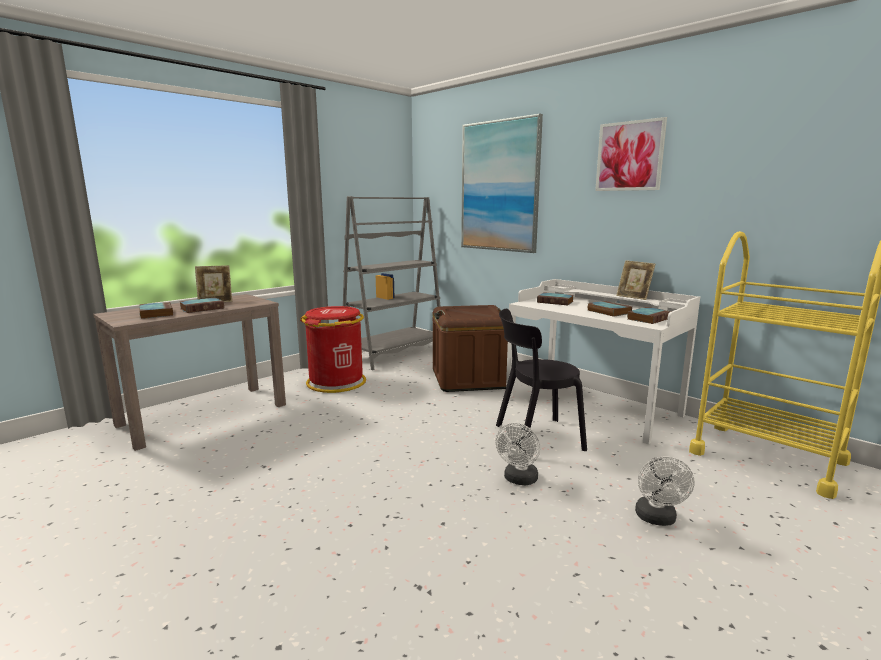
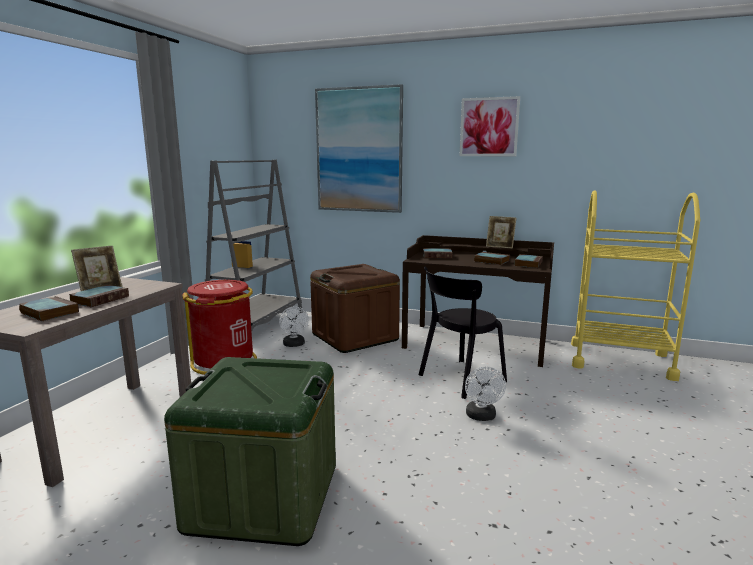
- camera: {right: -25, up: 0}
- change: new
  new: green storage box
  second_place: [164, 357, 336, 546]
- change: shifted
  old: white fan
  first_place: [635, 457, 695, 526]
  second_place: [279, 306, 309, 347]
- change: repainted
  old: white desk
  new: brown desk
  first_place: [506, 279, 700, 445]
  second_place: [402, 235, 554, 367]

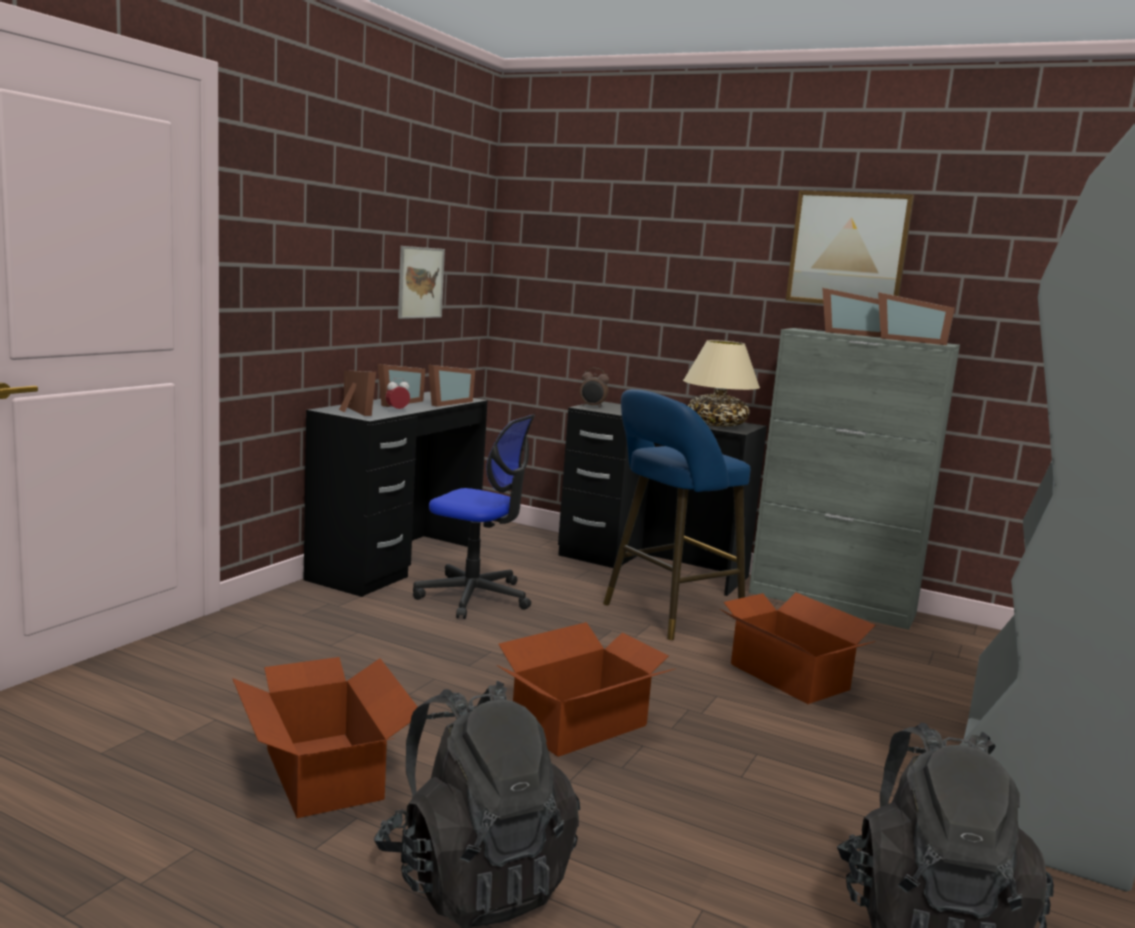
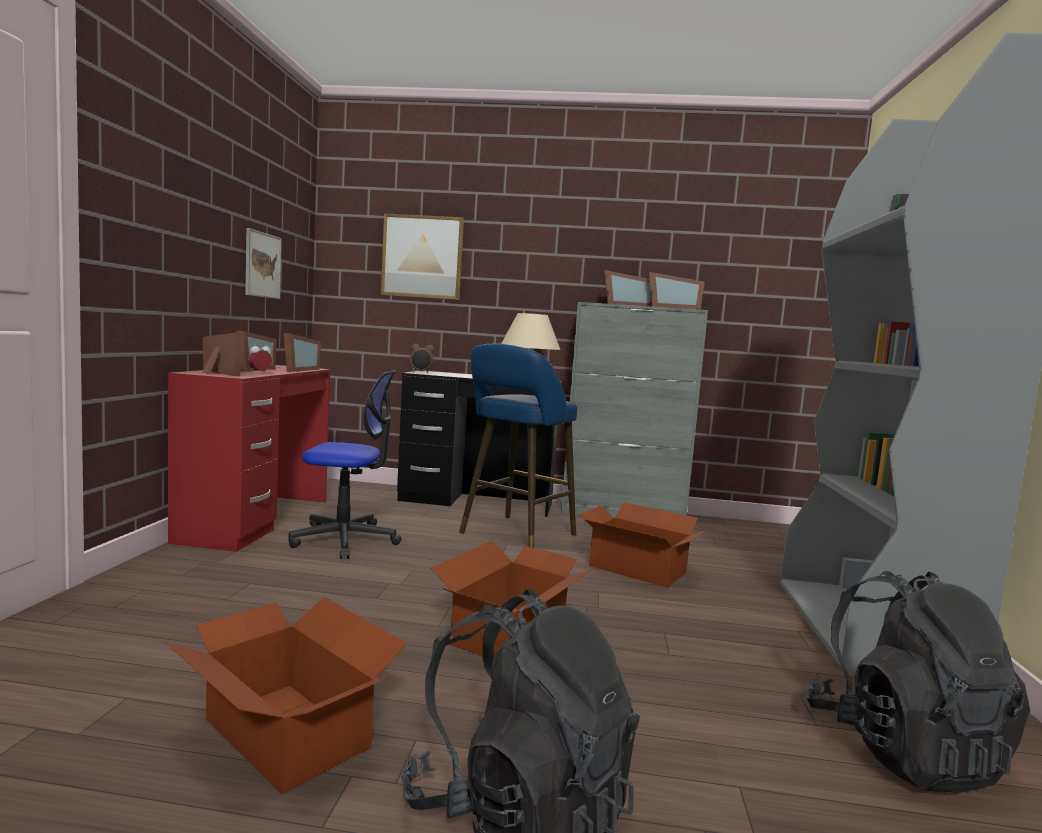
- camera: {right: -20, up: -5}
- change: shifted
  old: picture
  first_place: [786, 191, 914, 304]
  second_place: [381, 213, 464, 300]
- change: repainted
  old: black desk
  new: red desk
  first_place: [304, 391, 488, 597]
  second_place: [168, 365, 330, 552]

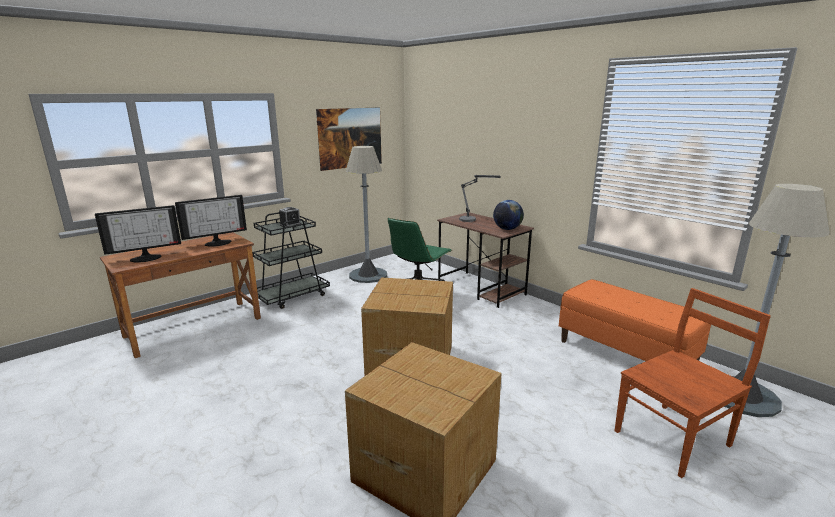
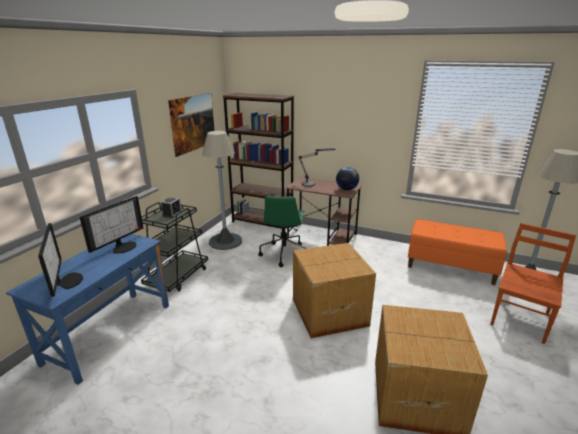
- camera: {right: -25, up: 5}
- change: new
  new: brown bookcase
  second_place: [223, 93, 294, 231]
- change: repainted
  old: brown desk
  new: blue desk
  first_place: [100, 232, 261, 358]
  second_place: [6, 234, 169, 385]
- change: rotated
  old: monitor
  first_place: [95, 205, 181, 263]
  second_place: [38, 223, 83, 297]
  degrees: -60

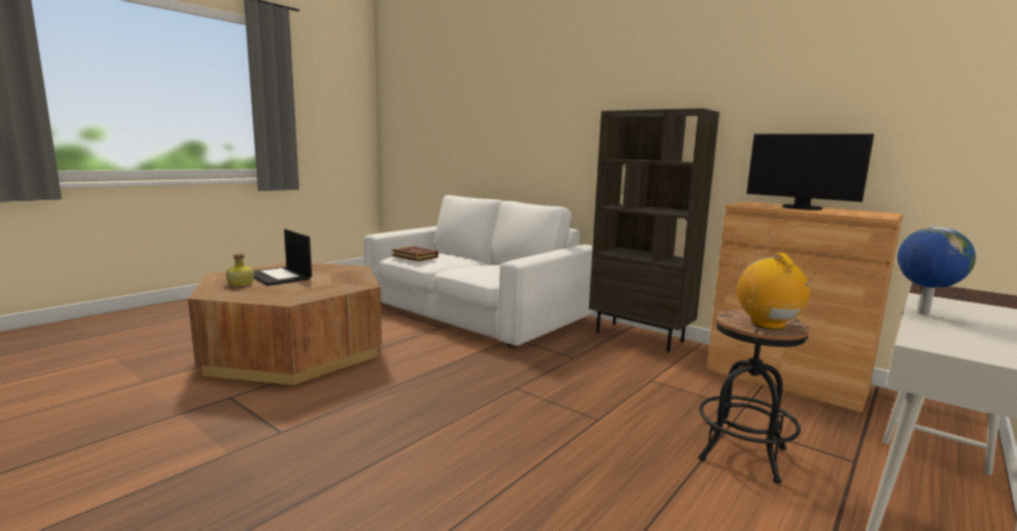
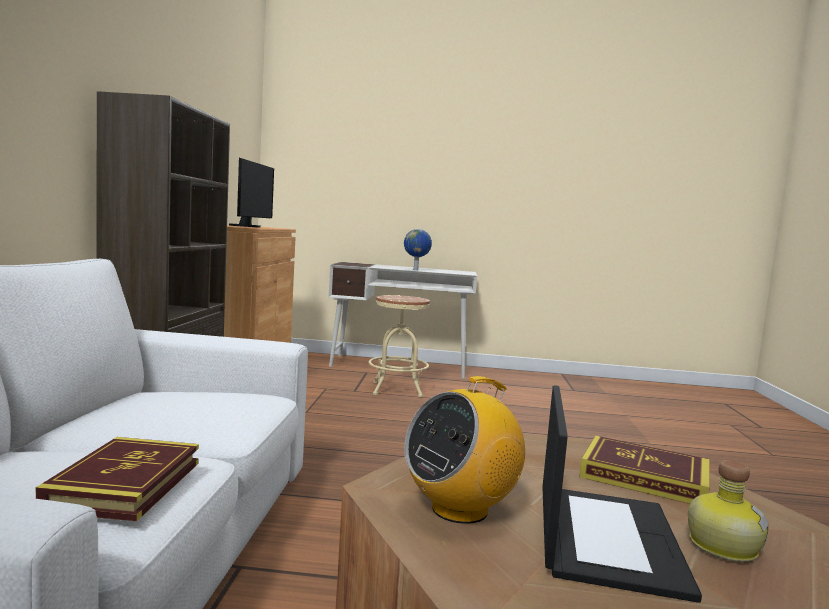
- camera: {right: -125, up: -5}
- change: new
  new: book
  second_place: [580, 436, 710, 504]
- change: shifted
  old: radio
  first_place: [737, 252, 816, 330]
  second_place: [404, 376, 525, 524]
- change: repainted
  old: black stool
  new: beige stool
  first_place: [698, 309, 810, 484]
  second_place: [369, 295, 430, 397]

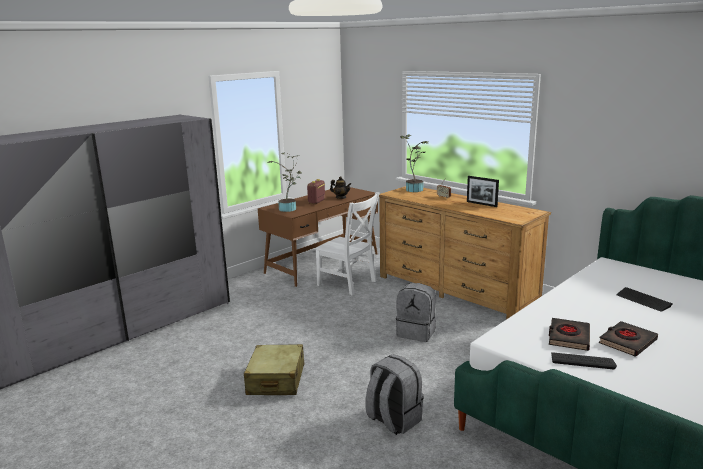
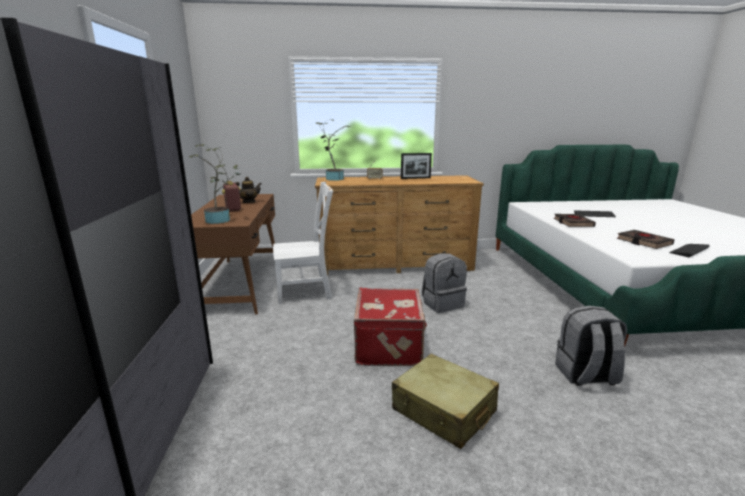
- camera: {right: -50, up: 0}
- change: new
  new: red suitcase
  second_place: [354, 288, 427, 366]
- change: shifted
  old: black book
  first_place: [598, 321, 658, 357]
  second_place: [554, 214, 596, 227]

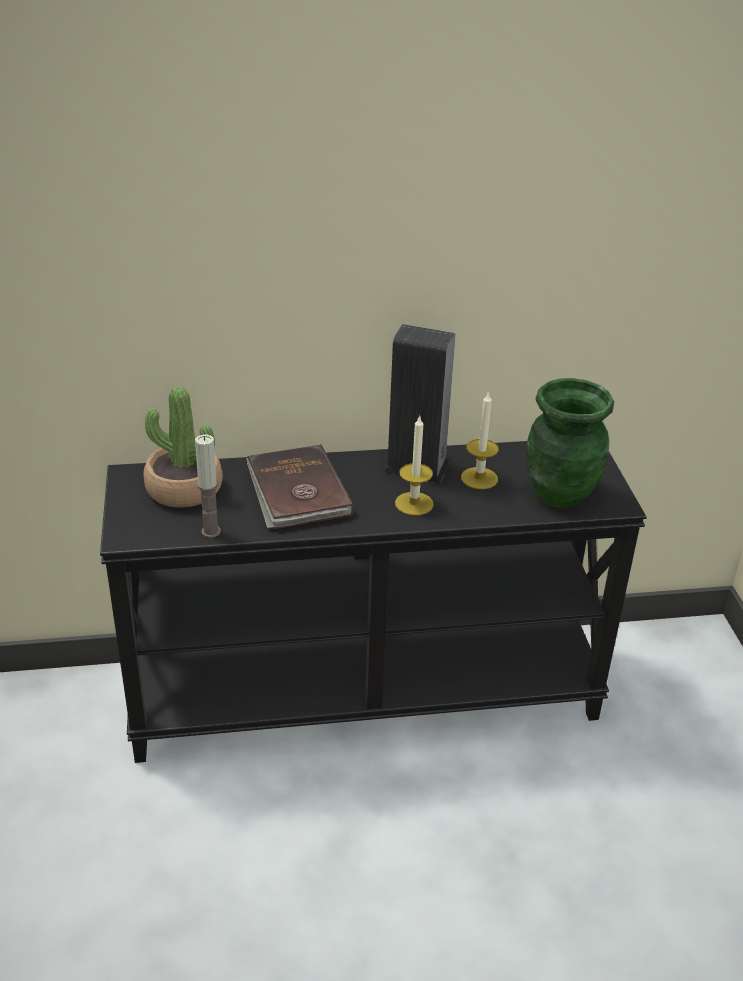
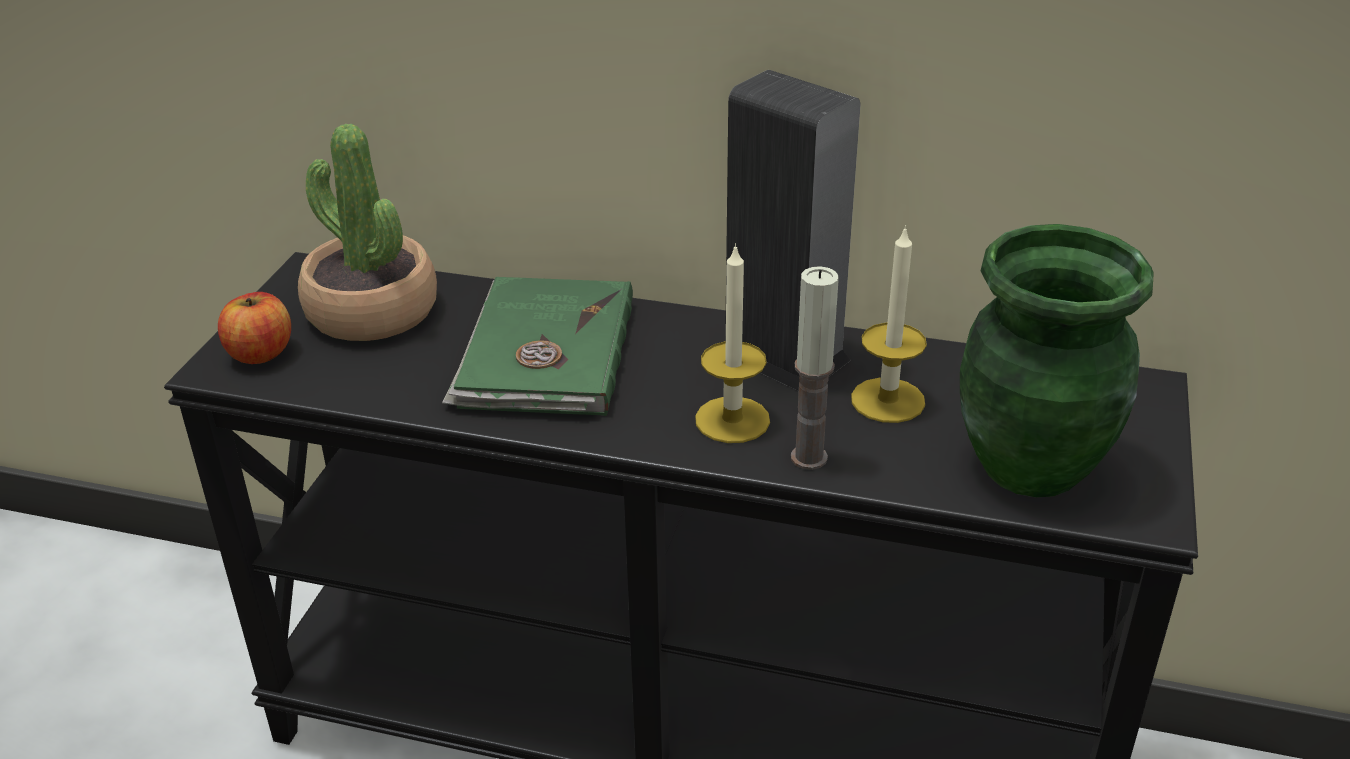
- camera: {right: 25, up: 0}
- change: new
  new: apple
  second_place: [218, 292, 291, 364]
- change: shifted
  old: candle
  first_place: [195, 435, 221, 538]
  second_place: [791, 266, 839, 470]
- change: repainted
  old: brown book
  new: green book
  first_place: [246, 444, 354, 529]
  second_place: [442, 277, 633, 416]

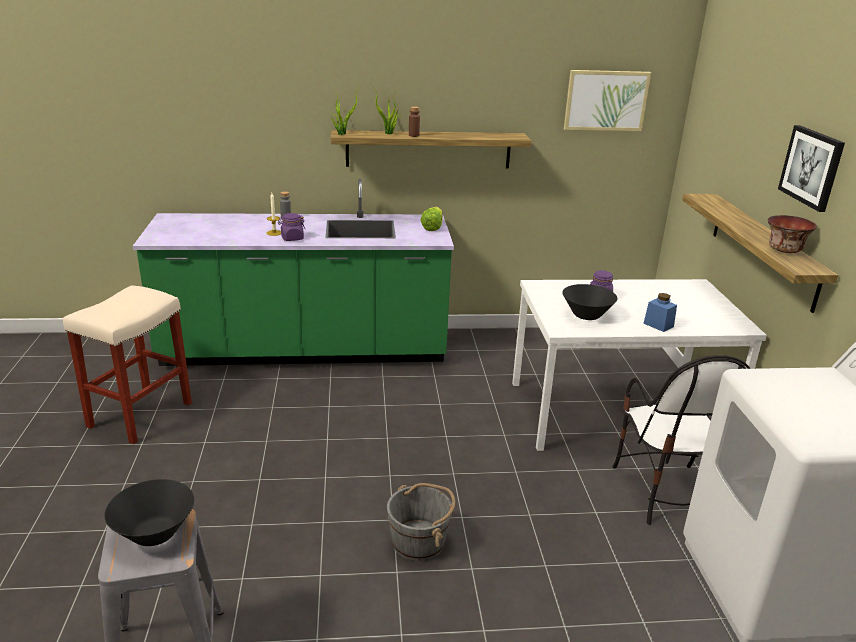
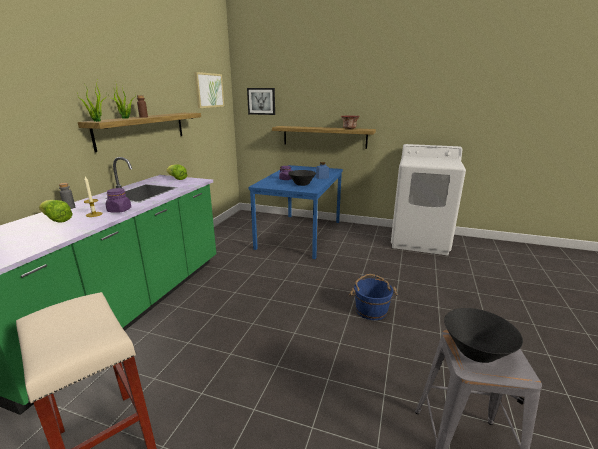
- camera: {right: -65, up: -5}
- change: gone
  old: chair
  first_place: [612, 355, 750, 525]
- change: new
  new: lettuce
  second_place: [39, 200, 73, 223]
- change: shifted
  old: picture
  first_place: [778, 125, 845, 212]
  second_place: [247, 88, 275, 115]
- change: repainted
  old: grey bucket
  new: blue bucket
  first_place: [387, 483, 456, 561]
  second_place: [349, 274, 398, 320]
- change: repainted
  old: white dining table
  new: blue dining table
  first_place: [512, 279, 767, 451]
  second_place: [249, 165, 343, 259]

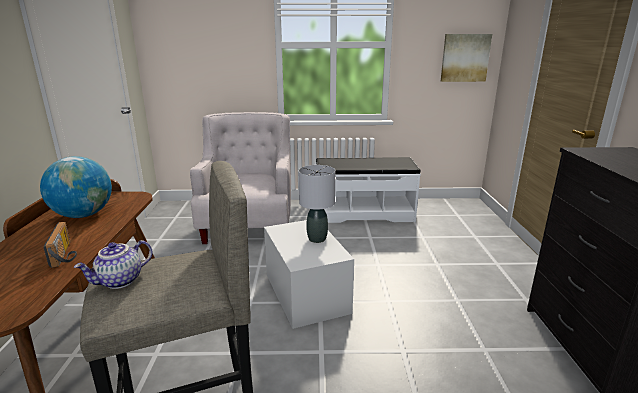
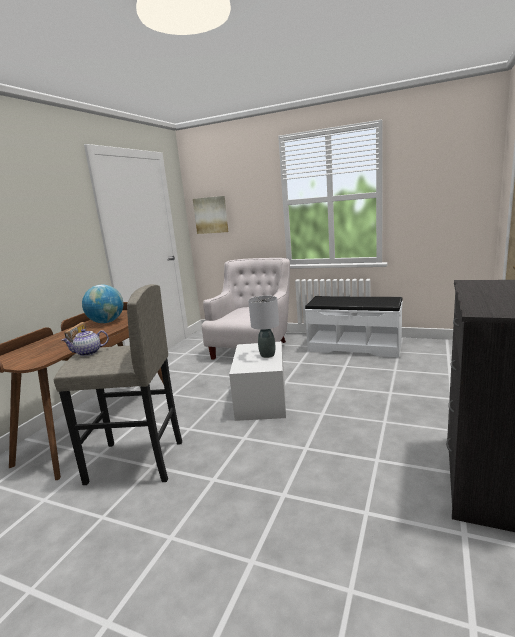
- camera: {right: 25, up: -5}
- change: shifted
  old: picture
  first_place: [441, 34, 492, 82]
  second_place: [193, 196, 228, 234]

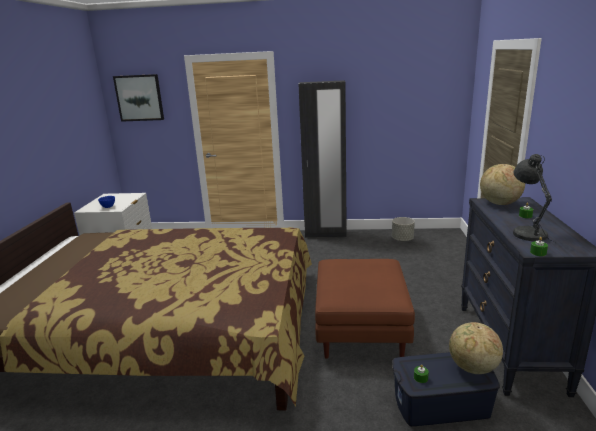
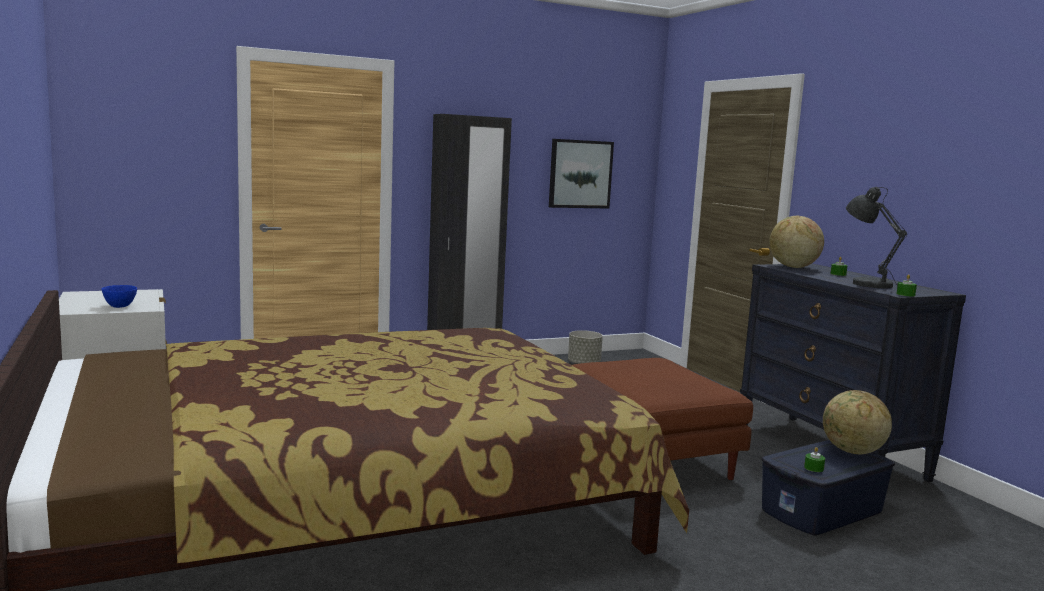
- camera: {right: -30, up: -10}
- change: shifted
  old: picture
  first_place: [113, 74, 164, 122]
  second_place: [549, 139, 614, 208]

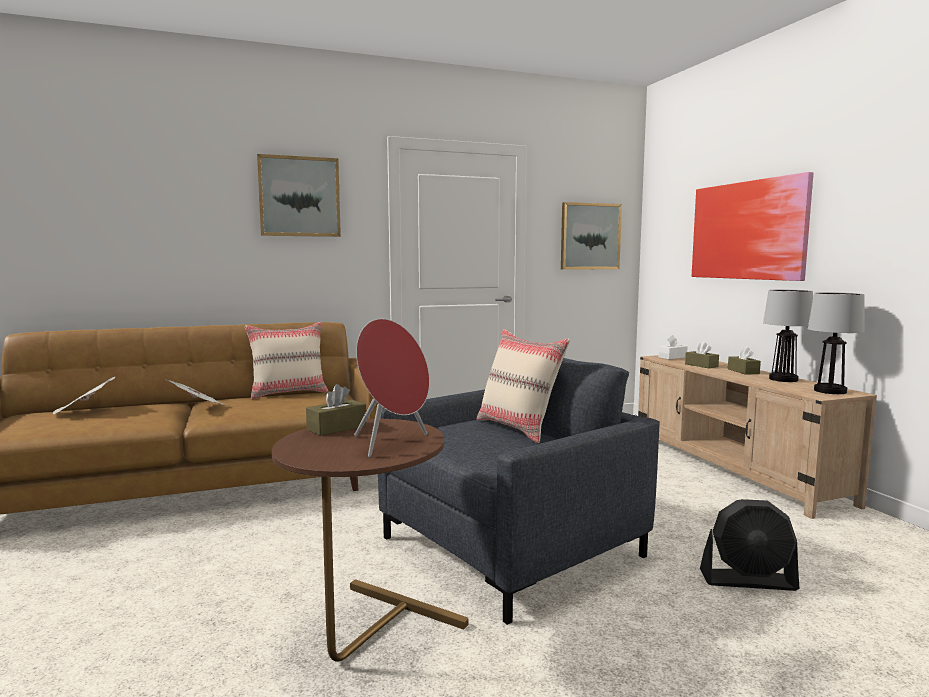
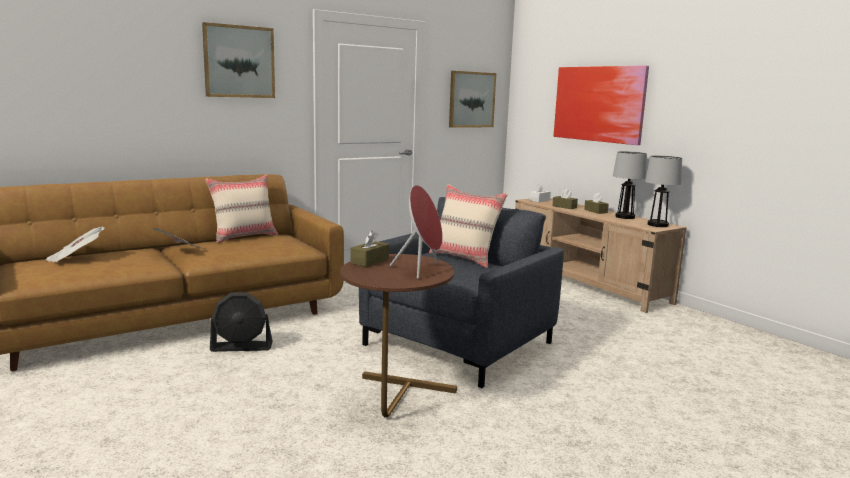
- camera: {right: -15, up: 5}
- change: shifted
  old: black fan
  first_place: [700, 499, 799, 591]
  second_place: [210, 292, 273, 352]

